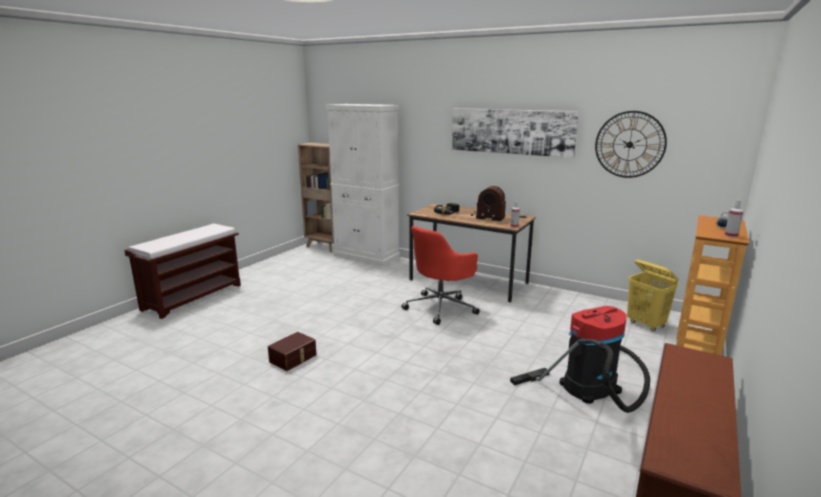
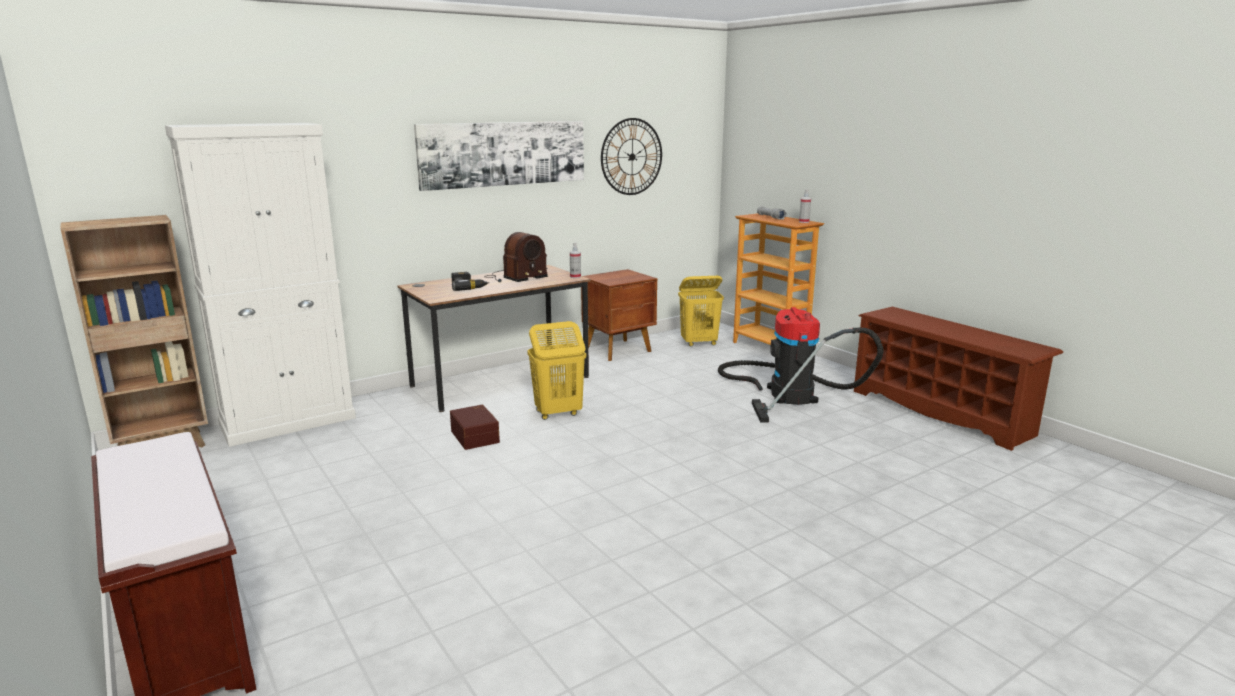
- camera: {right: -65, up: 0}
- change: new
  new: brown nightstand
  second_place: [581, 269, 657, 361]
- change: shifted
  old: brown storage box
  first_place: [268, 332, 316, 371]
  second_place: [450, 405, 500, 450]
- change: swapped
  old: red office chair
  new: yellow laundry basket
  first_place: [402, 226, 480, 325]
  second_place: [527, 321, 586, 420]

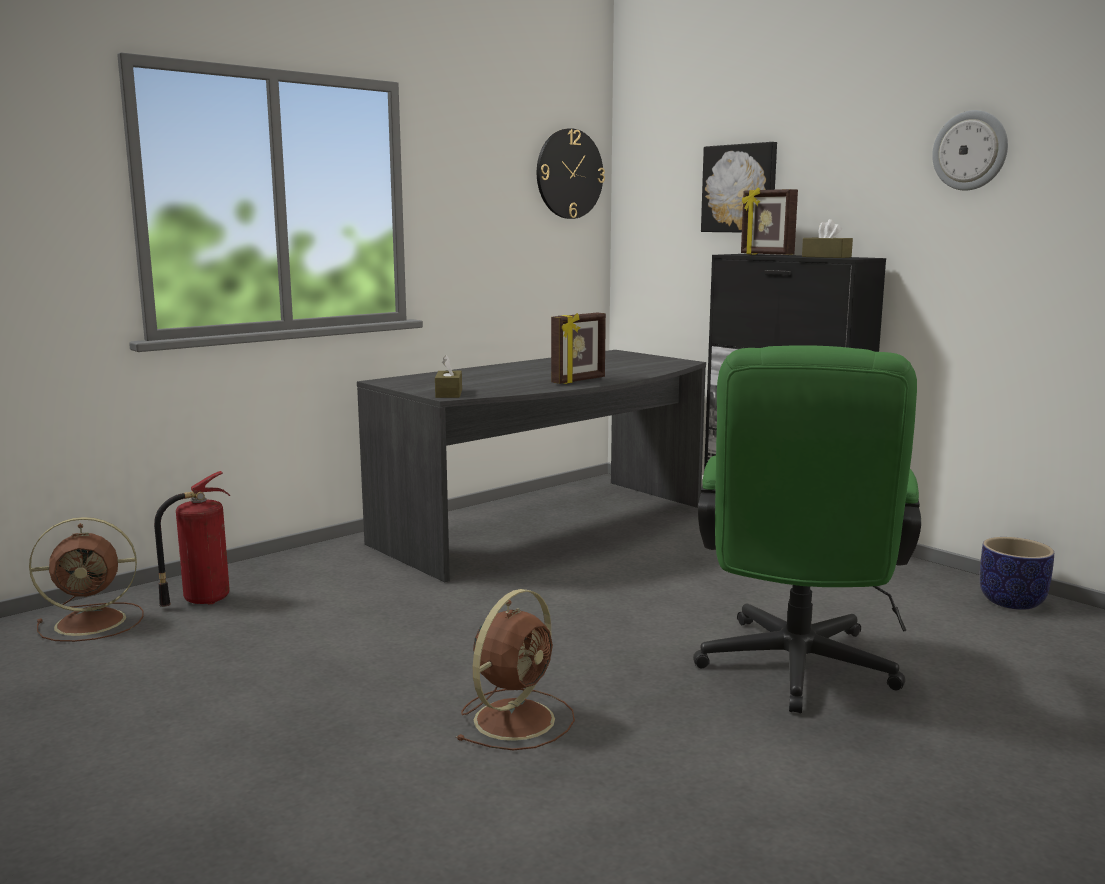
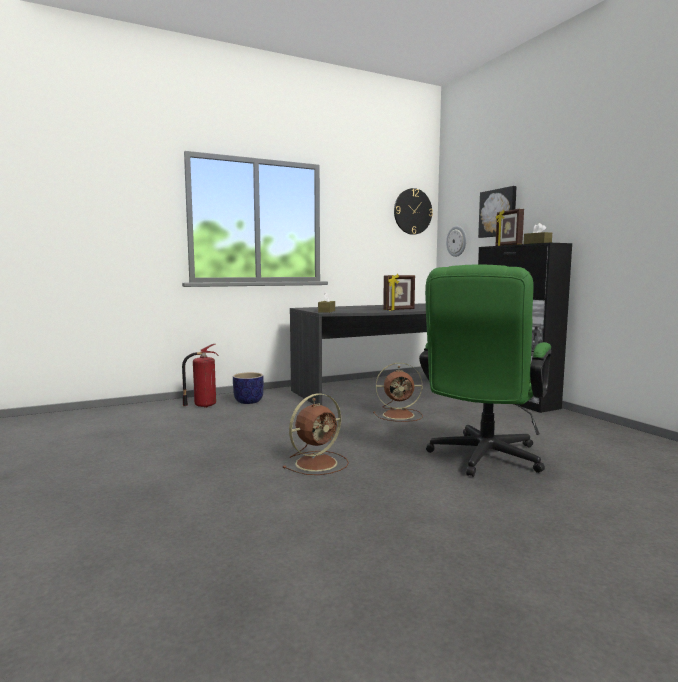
- camera: {right: 15, up: -5}
- change: shifted
  old: brown fan
  first_place: [29, 517, 143, 642]
  second_place: [373, 363, 423, 422]
- change: shifted
  old: wall clock
  first_place: [932, 110, 1008, 190]
  second_place: [446, 226, 466, 257]
- change: shifted
  old: planter
  first_place: [980, 537, 1054, 610]
  second_place: [233, 372, 264, 404]

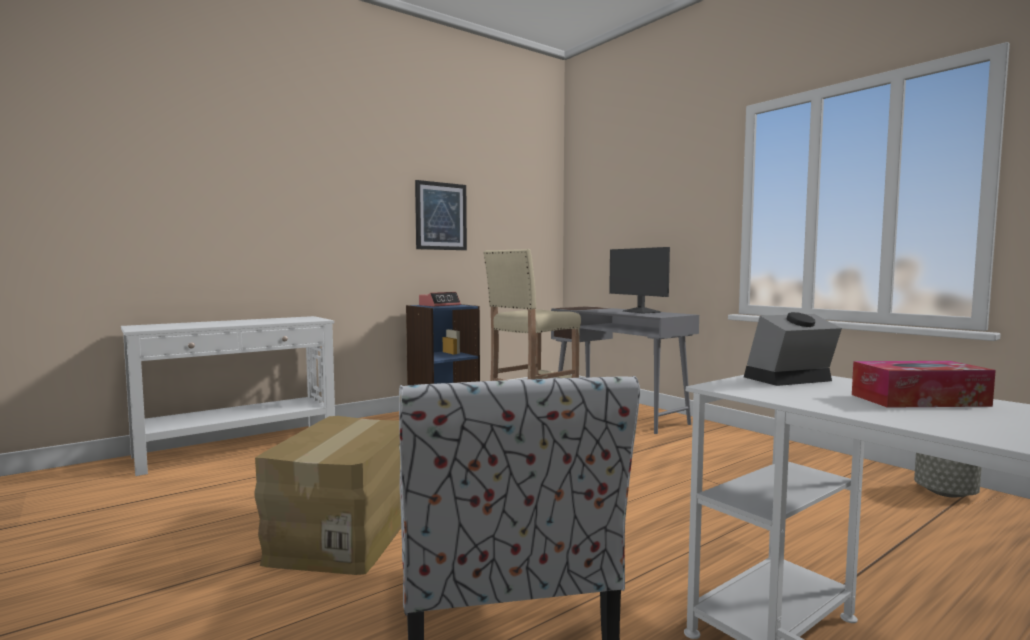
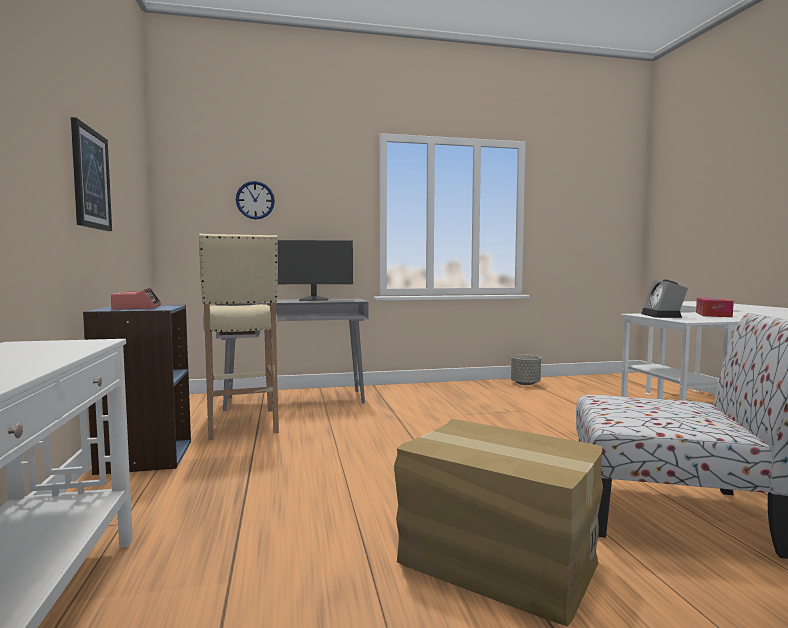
- camera: {right: -65, up: 0}
- change: new
  new: wall clock
  second_place: [236, 181, 275, 219]

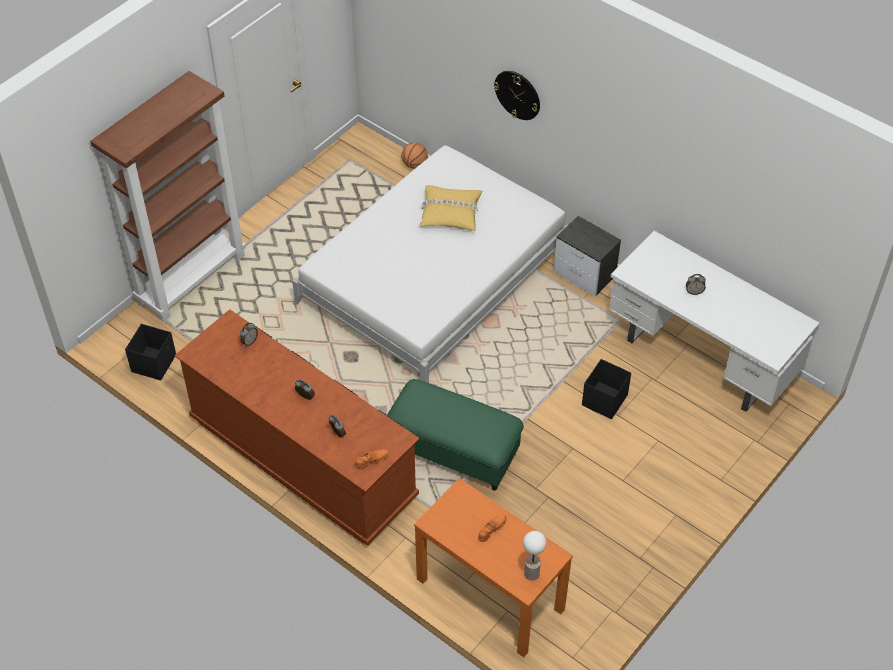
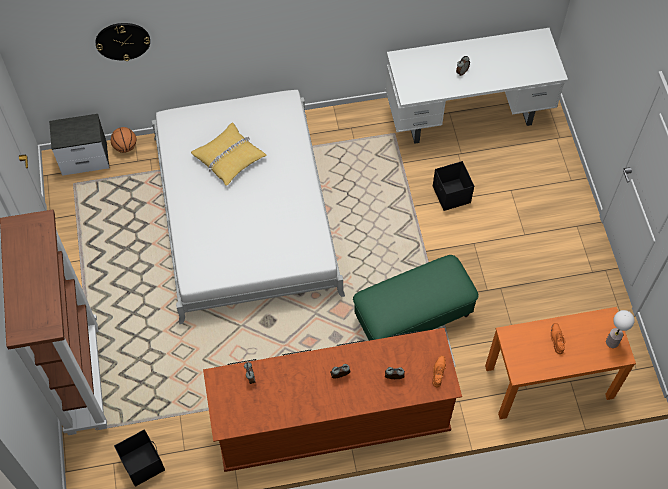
- camera: {right: -50, up: 10}
- change: shifted
  old: wall clock
  first_place: [494, 71, 540, 120]
  second_place: [96, 23, 150, 61]
- change: shifted
  old: nightstand
  first_place: [554, 216, 621, 296]
  second_place: [49, 114, 109, 176]

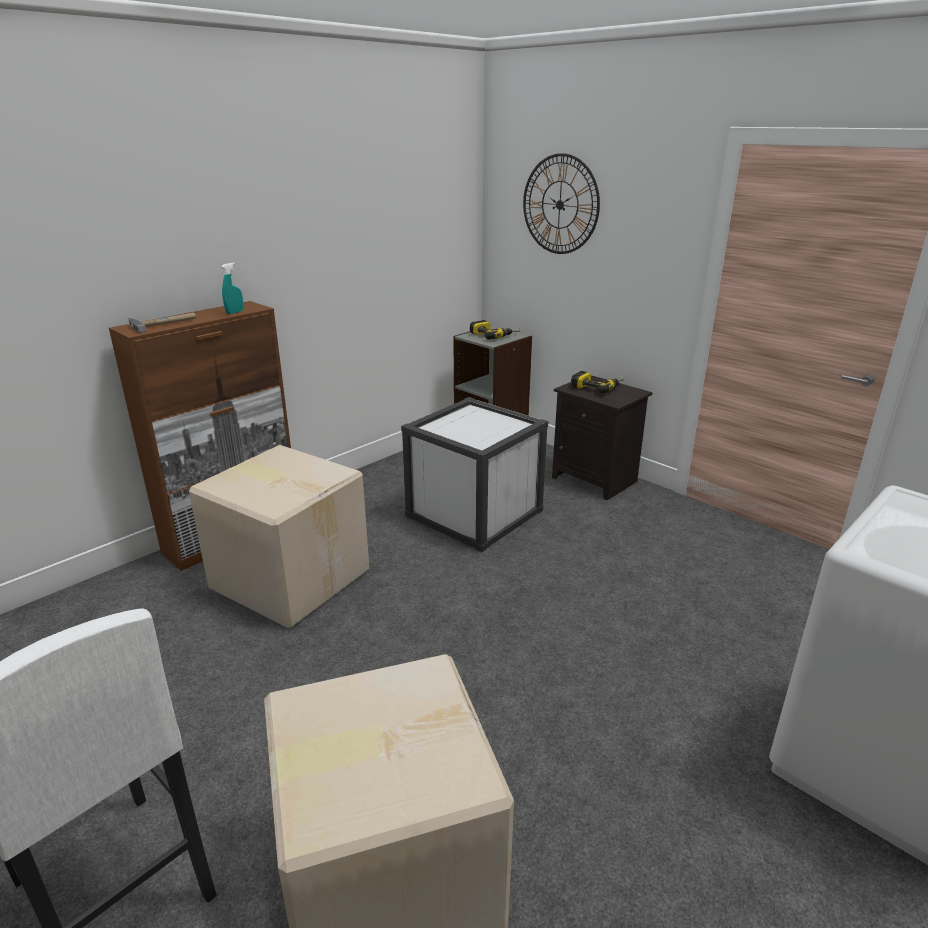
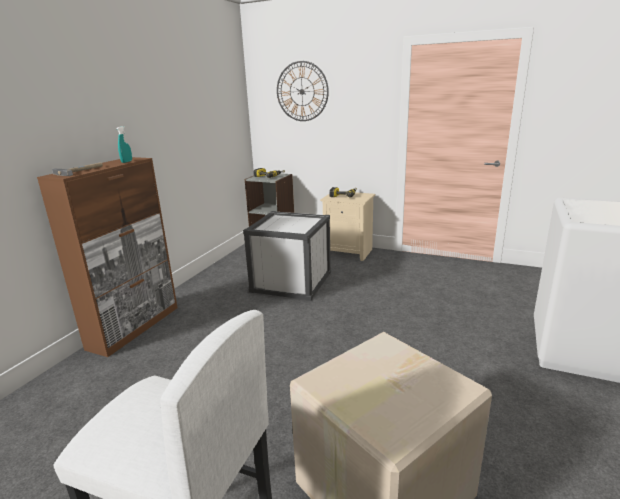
- camera: {right: -20, up: -5}
- change: gone
  old: cardboard box
  first_place: [189, 445, 369, 628]
- change: repainted
  old: black nightstand
  new: beige nightstand
  first_place: [552, 375, 652, 500]
  second_place: [320, 191, 375, 261]

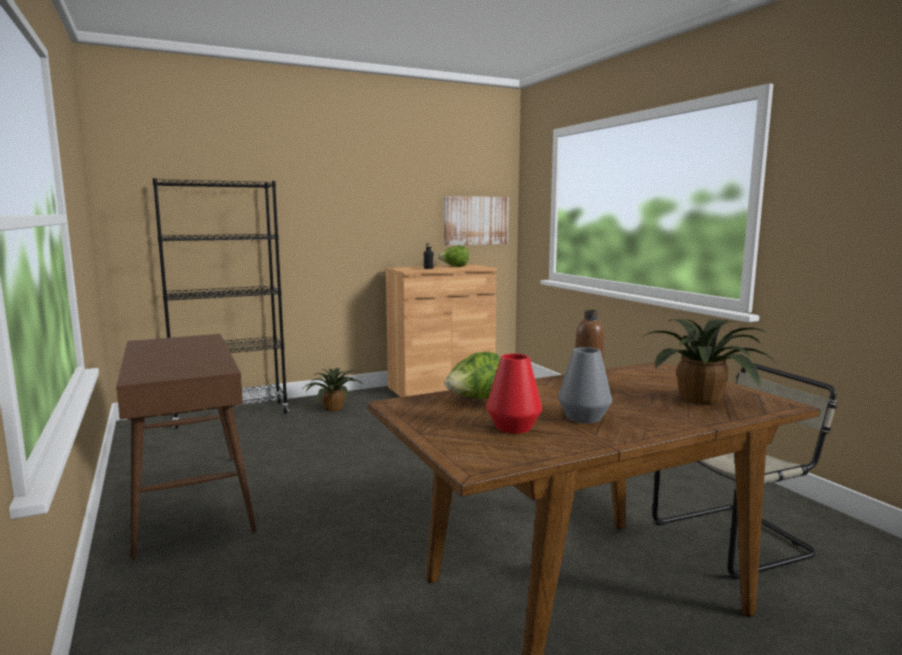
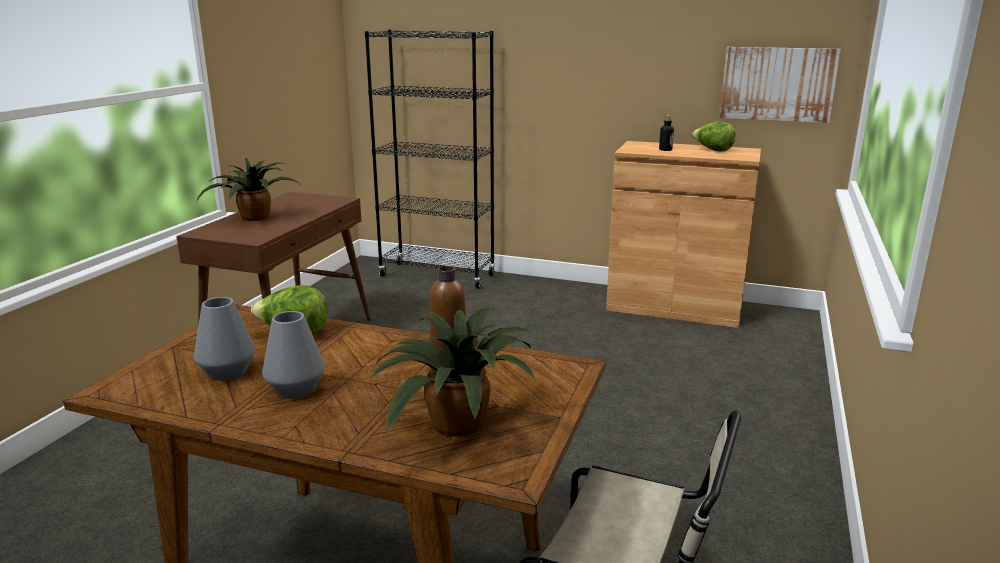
- camera: {right: 45, up: 10}
- change: shifted
  old: potted plant
  first_place: [305, 368, 362, 411]
  second_place: [196, 157, 301, 221]
- change: repainted
  old: red vase
  new: grey vase
  first_place: [486, 354, 542, 434]
  second_place: [194, 297, 255, 381]

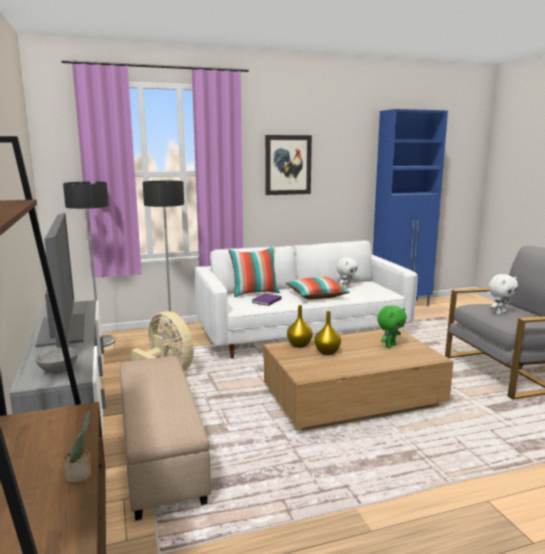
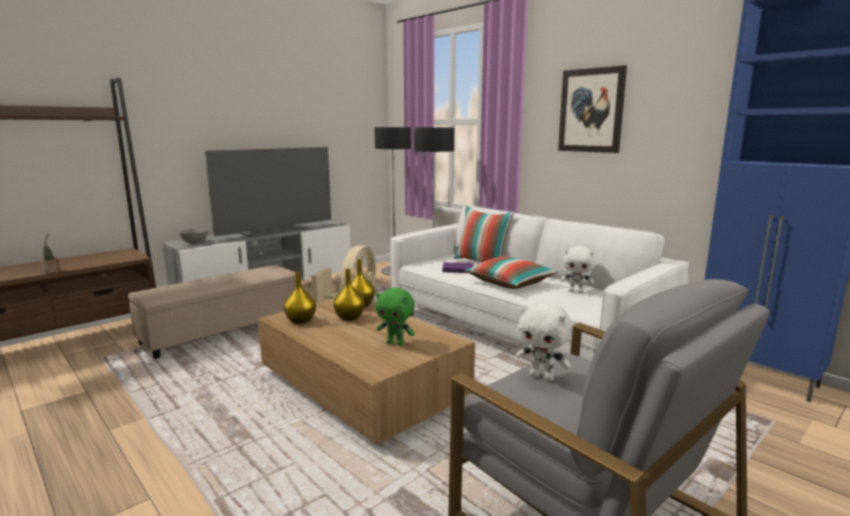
- camera: {right: 65, up: 0}
- change: new
  new: yellow vase
  second_place: [284, 271, 316, 324]

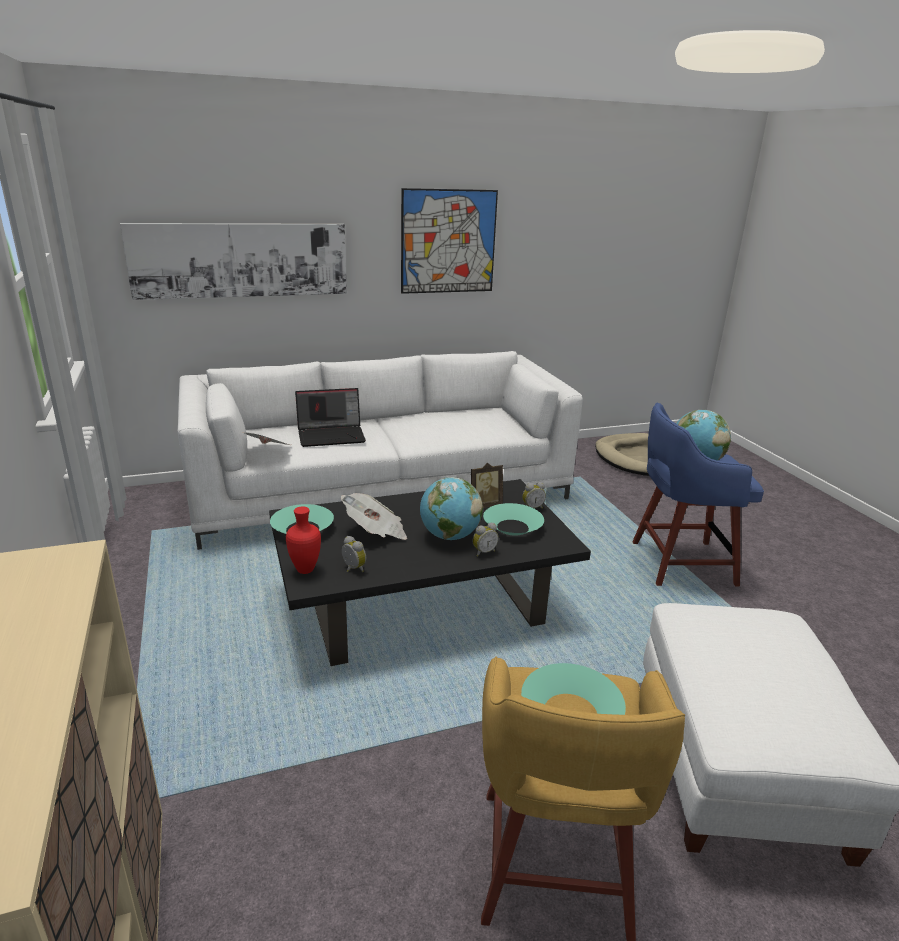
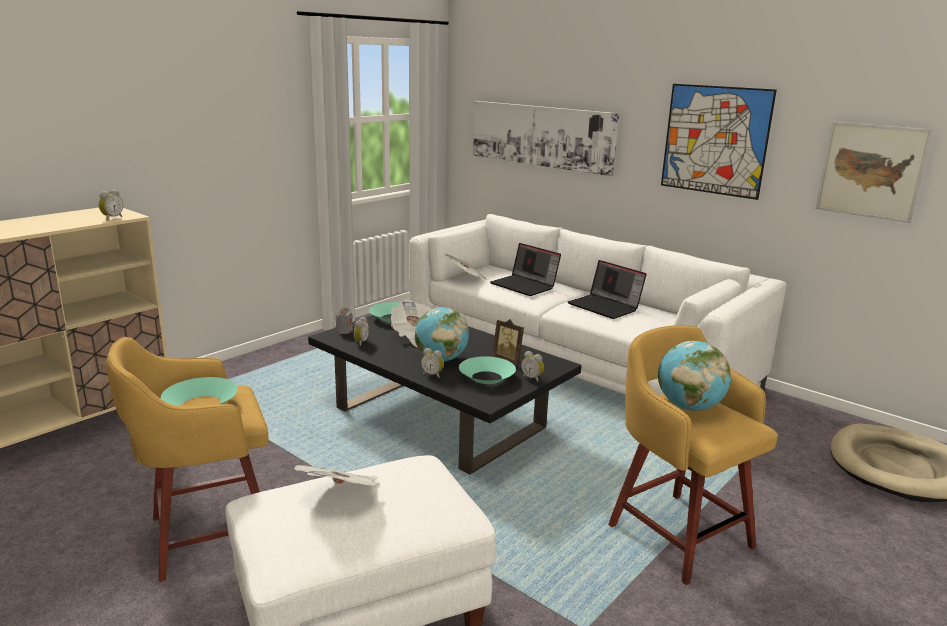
- camera: {right: 60, up: -5}
- change: new
  new: alarm clock
  second_place: [99, 189, 123, 221]
- change: new
  new: newspaper
  second_place: [294, 465, 379, 487]
- change: new
  new: laptop
  second_place: [568, 260, 647, 319]
- change: new
  new: picture
  second_place: [815, 122, 933, 223]
- change: swapped
  old: red vase
  new: grey candle
  first_place: [286, 507, 321, 574]
  second_place: [335, 307, 353, 334]
- change: repainted
  old: blue stool
  new: yellow stool
  first_place: [632, 403, 764, 586]
  second_place: [608, 325, 778, 585]

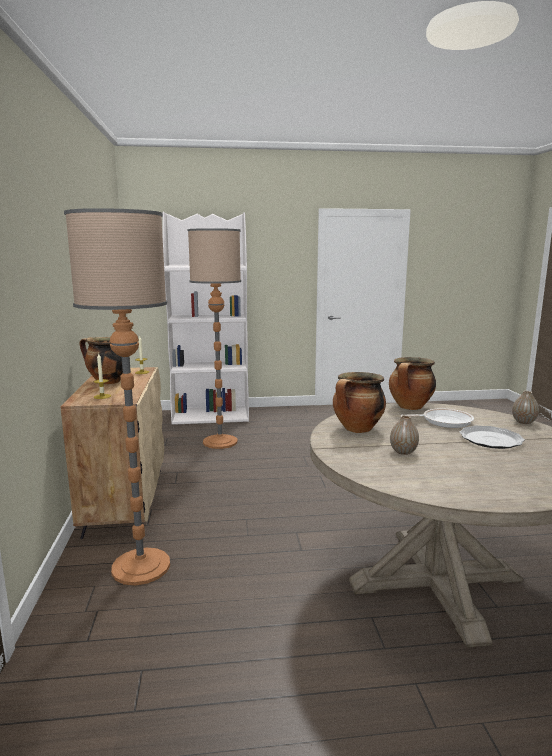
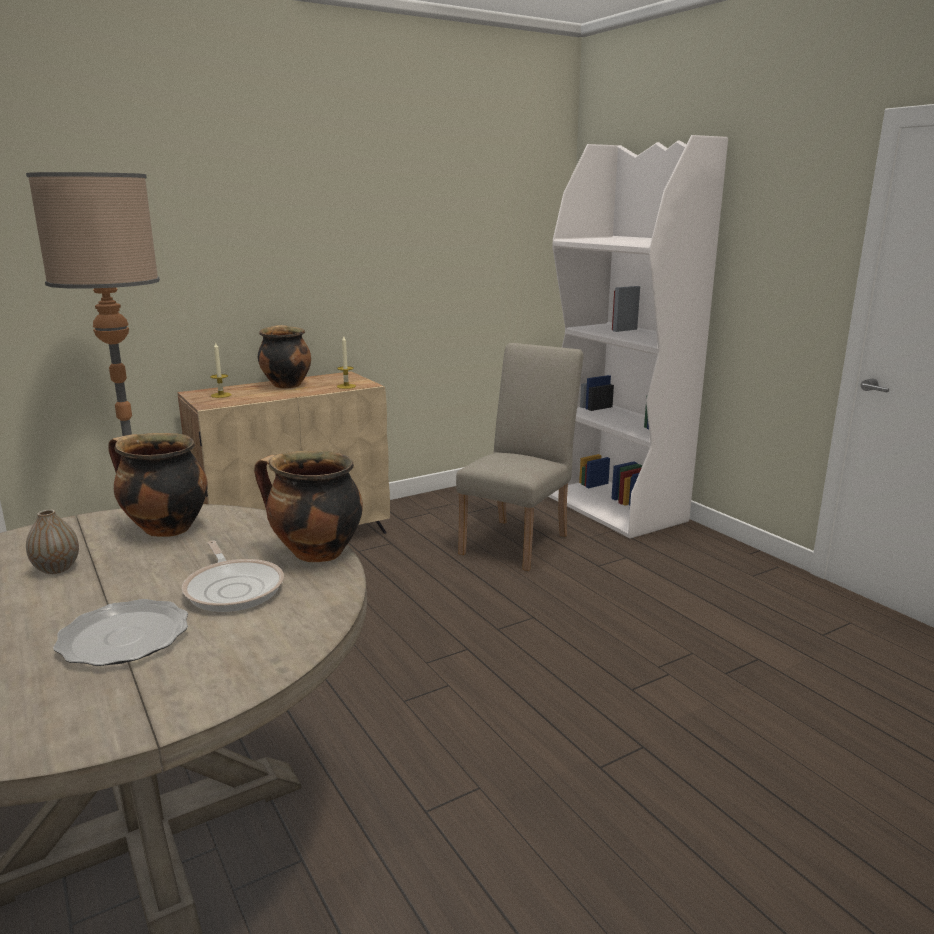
- camera: {right: 65, up: 5}
- change: gone
  old: vase
  first_place: [512, 391, 539, 424]
- change: swapped
  old: floor lamp
  new: beige chair
  first_place: [187, 228, 241, 449]
  second_place: [456, 343, 584, 571]

